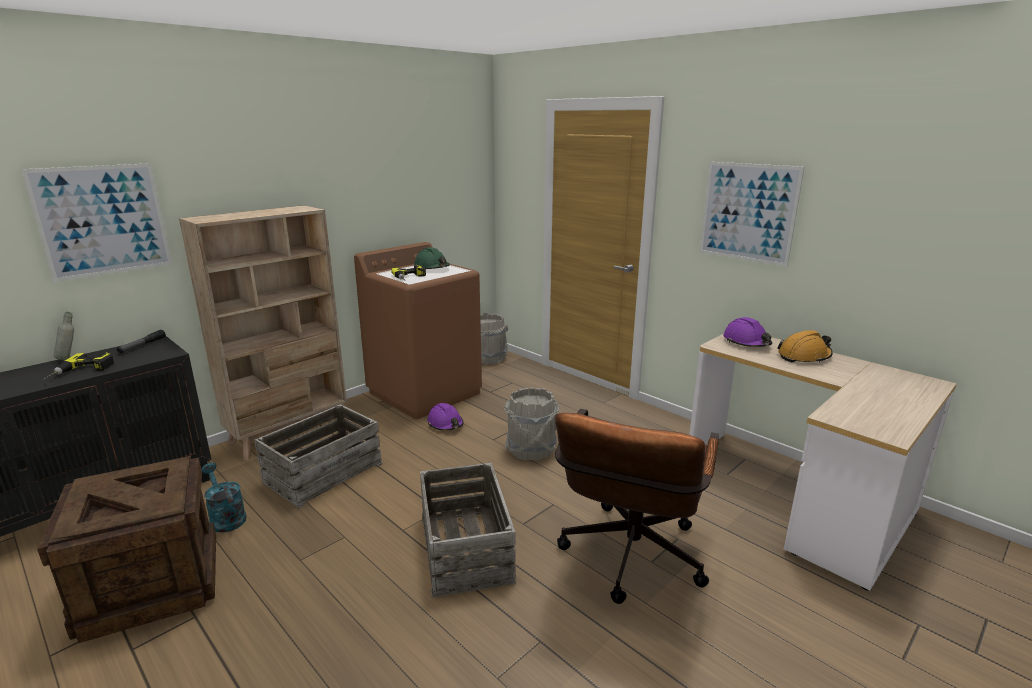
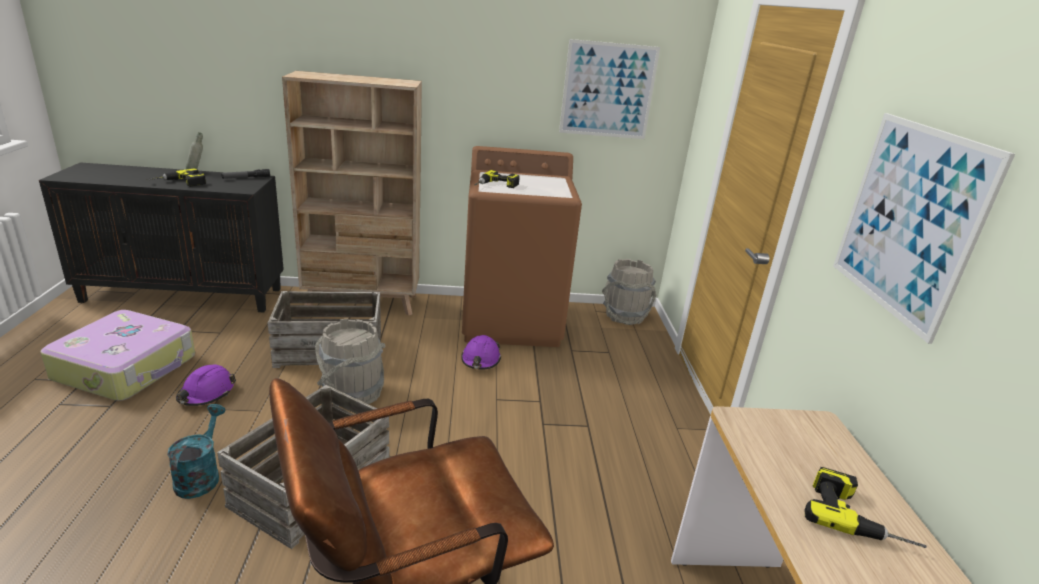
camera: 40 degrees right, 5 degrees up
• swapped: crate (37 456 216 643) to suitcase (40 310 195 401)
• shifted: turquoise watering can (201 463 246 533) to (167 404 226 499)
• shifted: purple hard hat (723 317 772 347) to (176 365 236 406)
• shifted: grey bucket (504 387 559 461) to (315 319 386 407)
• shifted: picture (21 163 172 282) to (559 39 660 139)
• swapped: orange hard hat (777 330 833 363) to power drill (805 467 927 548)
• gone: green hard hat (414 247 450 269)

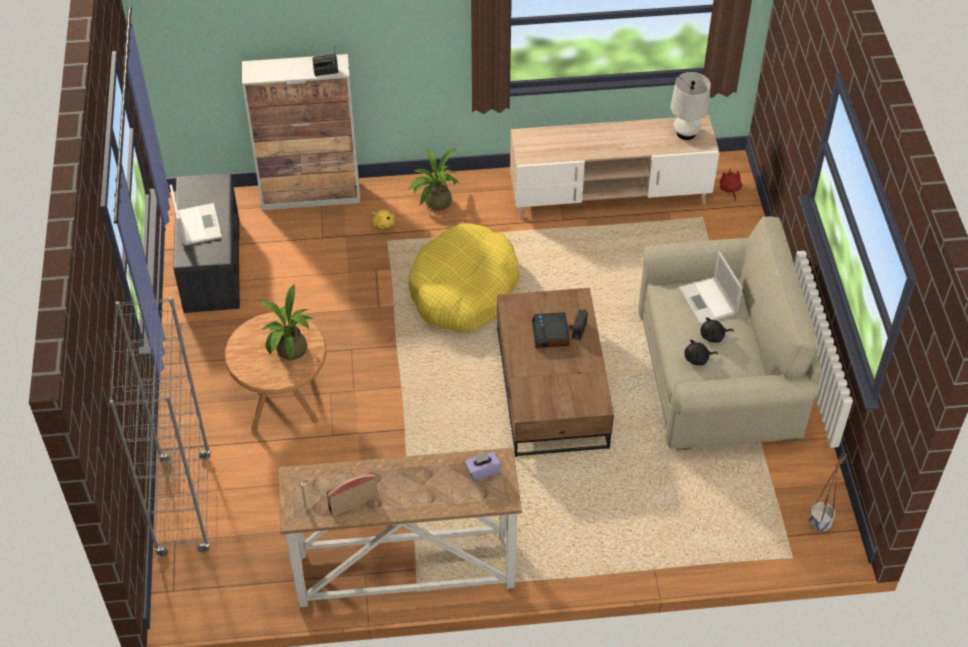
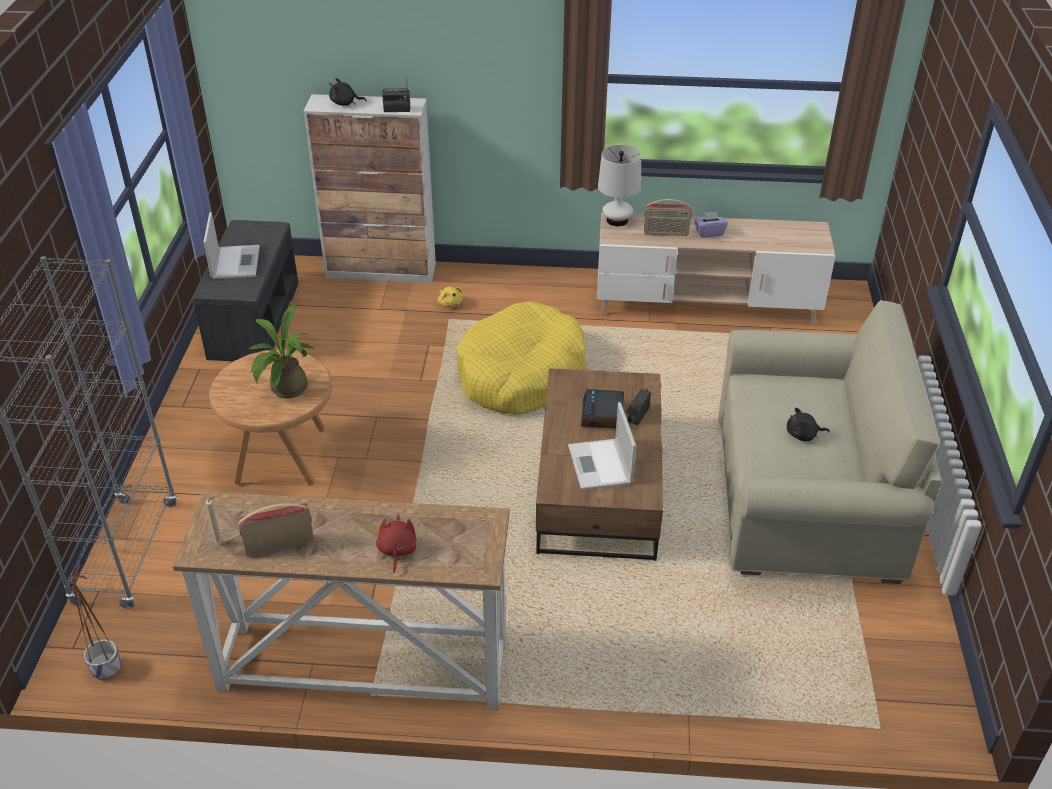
camera: 10 degrees right, 10 degrees down
• shifted: planter (809 453 848 532) to (71 563 121 681)
• shifted: black plush toy (684 340 718 365) to (329 78 367 106)
• shifted: red plush toy (720 169 742 201) to (376 514 416 573)
• shifted: laptop (679 251 743 325) to (568 402 636 490)
• shifted: white table lamp (671 72 711 140) to (598 145 641 226)
• new: radio (644 199 692 236)
• shifted: purple tissue box (465 452 501 481) to (694 211 728 238)
• gone: potted plant (407 148 460 211)

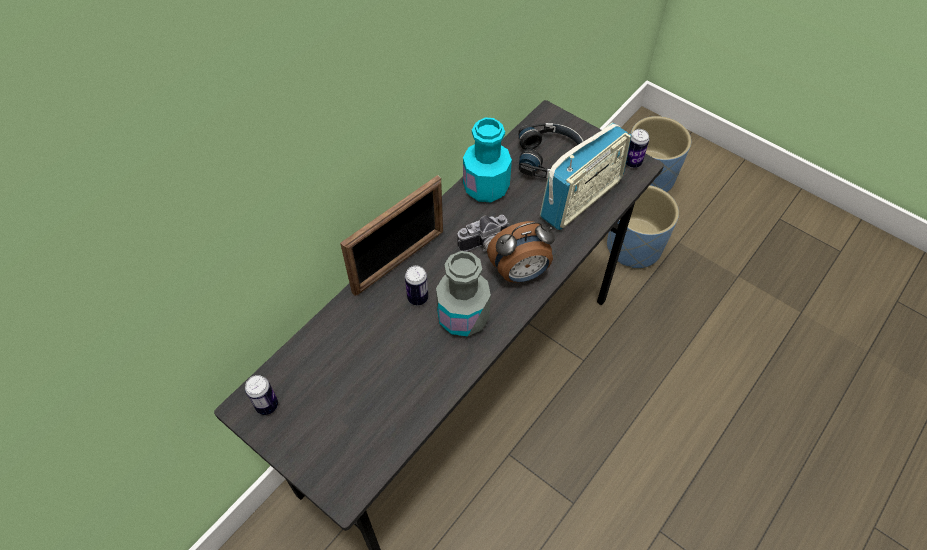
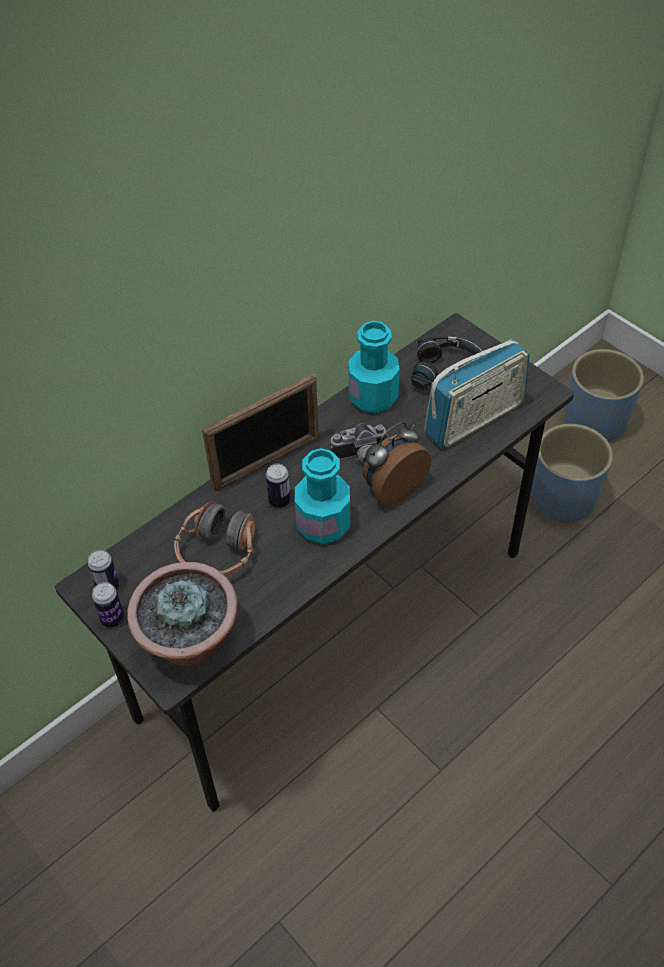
camera: 10 degrees right, 5 degrees down
• shifted: can (626 129 649 168) to (92 582 124 628)
• new: potted plant (127 562 238 666)
• new: headphones (174 501 255 577)
• repainted: grey bottle (436 251 491 337) to turquoise bottle (295 448 350 544)
• rotated: alarm clock (487 221 555 282) = (363 422 431 505) 150 degrees clockwise

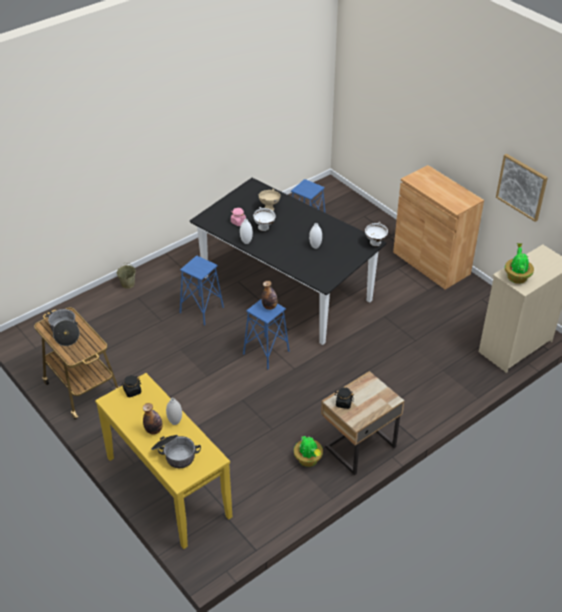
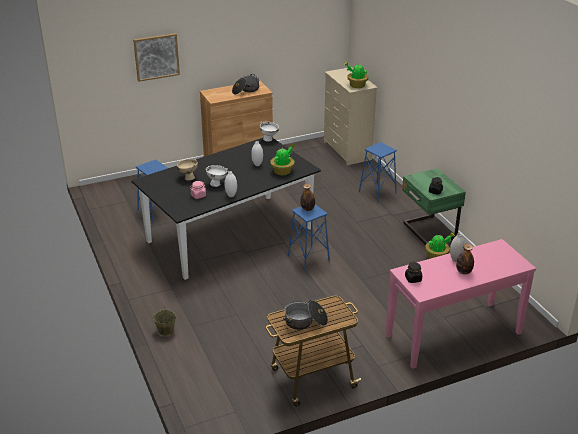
camera: 75 degrees left, 10 degrees down
• shifted: picture (496 154 548 222) to (133 33 180 82)
• shifted: cooking pot (151 435 201 468) to (232 74 260 95)
• new: potted plant (270 143 296 175)
• shifted: blue stool (180 255 224 325) to (359 142 397 203)
• repainted: yellow console table (95 373 232 549) to pink console table (385 239 536 369)
• repainted: beige nightstand (321 371 404 475) to green nightstand (402 168 466 245)

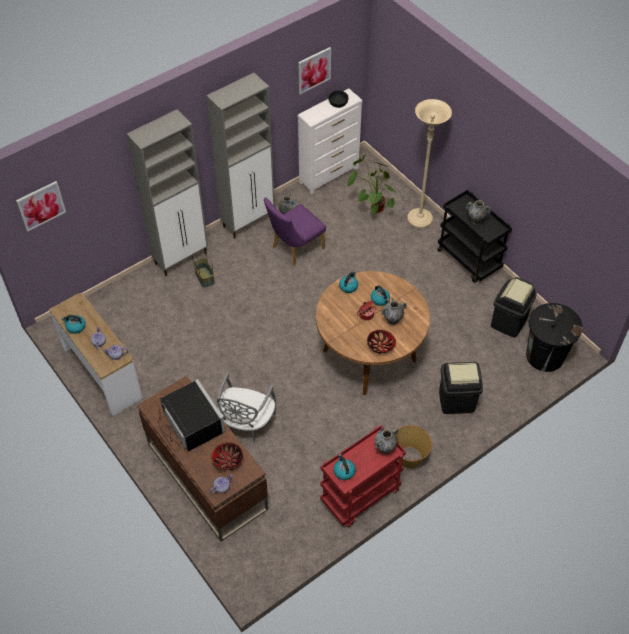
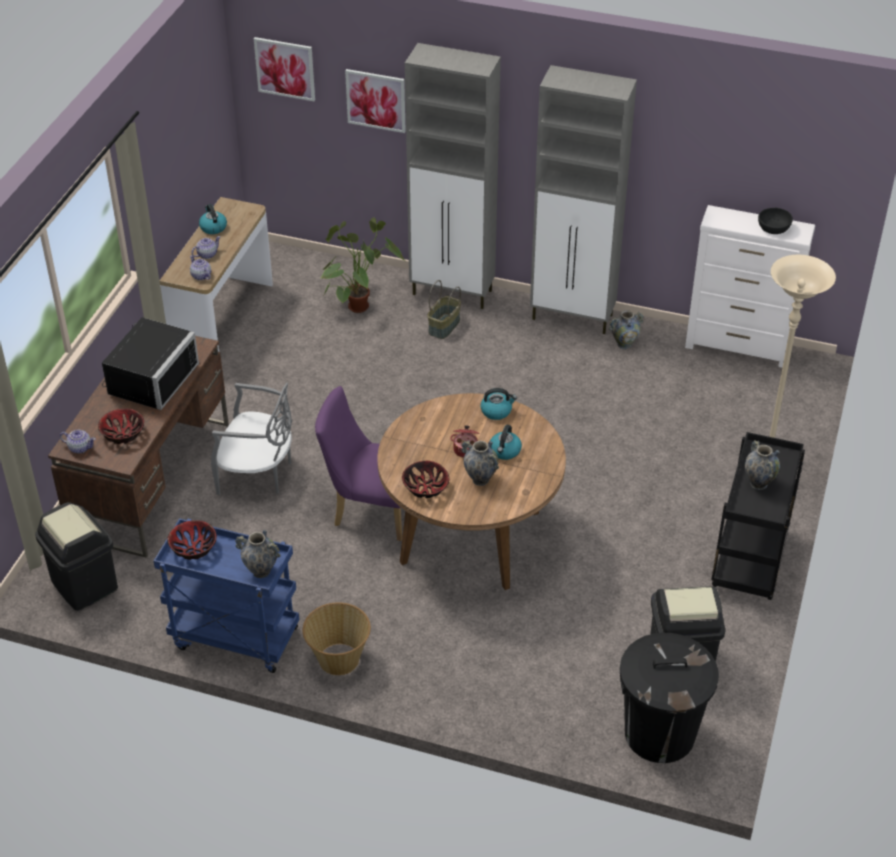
camera: 55 degrees right, 10 degrees down
• shifted: black trash can (439 362 483 414) to (35 502 118 611)
• repainted: red cart (320 425 406 527) to blue cart (154 518 299 673)
• swapped: kettle (333 454 355 480) to bowl (167 520 217 560)
• rotated: grey chair (217 373 276 443) = (211 383 292 495) 150 degrees counterclockwise
• shifted: purple chair (264 197 326 267) to (315 386 402 541)
• shifted: potted plant (348 155 396 214) to (321 218 405 313)
• shifted: picture (298 47 331 94) to (345 69 406 133)

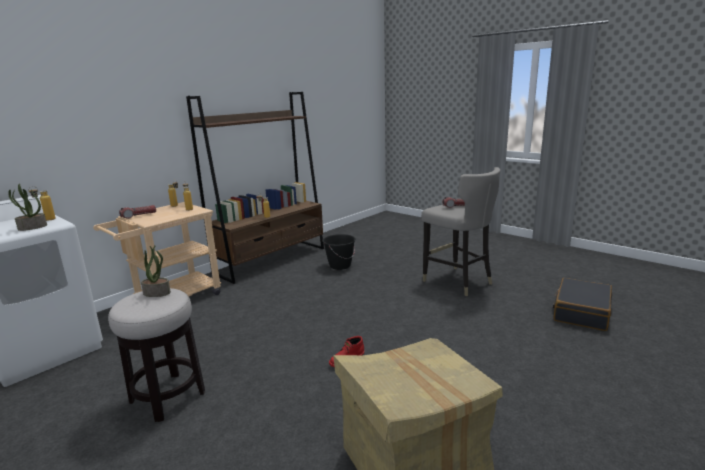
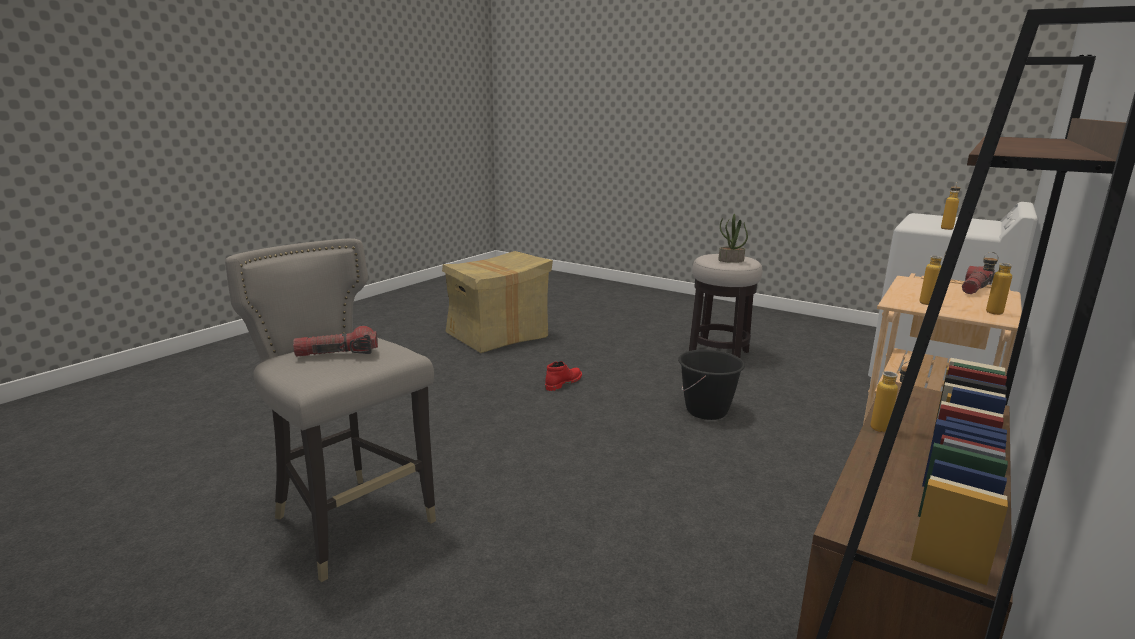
camera: 170 degrees right, 0 degrees up
• shifted: black bucket (322 234 356 270) to (678 349 745 420)
• gone: potted plant (8 184 47 231)
• gone: black suitcase (553 278 612 331)

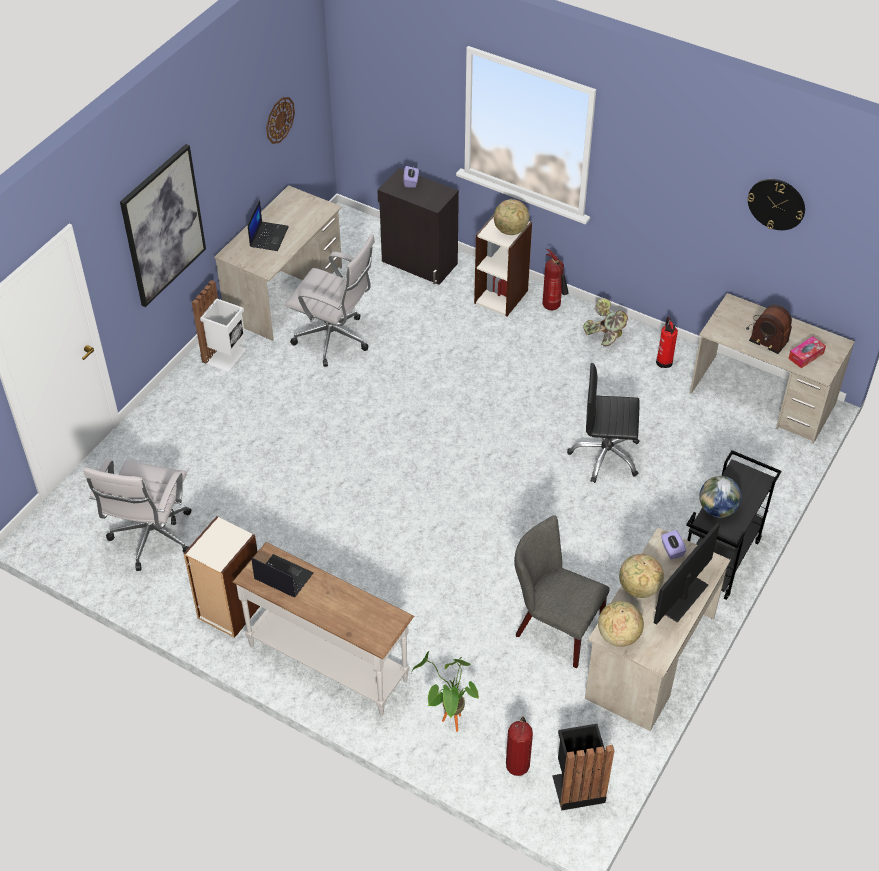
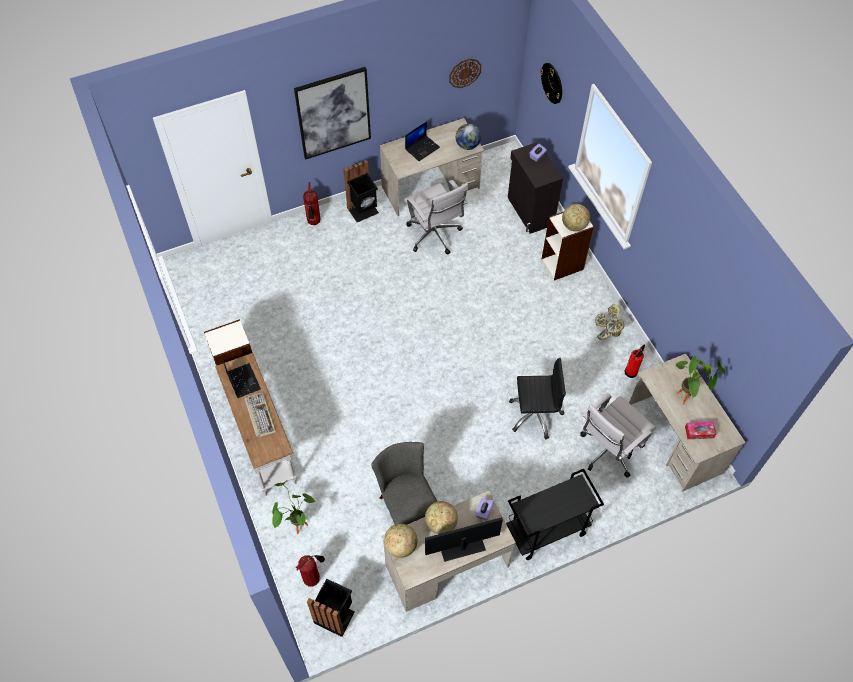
camera: 35 degrees right, 10 degrees up
• new: keyboard (244 392 276 437)
• shifted: fire extinguisher (542 249 569 311) to (303 182 321 225)
• repainted: white trash can (192 280 246 372) to black trash can (343 160 379 222)
• shifted: globe (699 476 742 518) to (456 124 481 150)
• rotated: black office chair (567 363 639 483) = (509 358 566 440) 135 degrees clockwise
• shifted: wall clock (747 179 805 230) to (540 63 562 104)
• shifted: white office chair (83 459 192 571) to (580 393 656 478)
• swapped: radio (746 305 792 354) to potted plant (675 356 725 404)

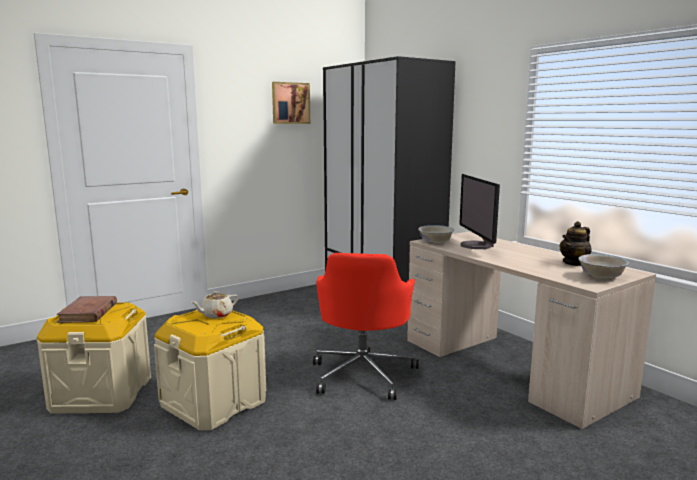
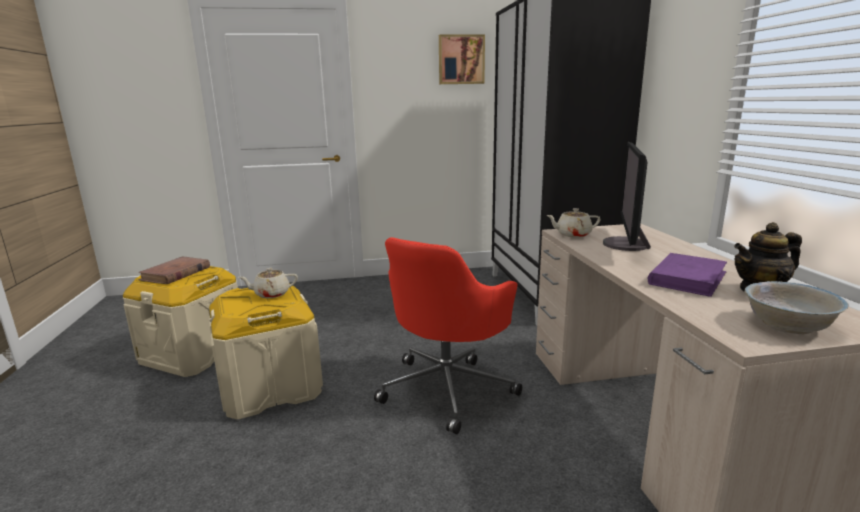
camera: 25 degrees right, 5 degrees up
• swapped: white bowl (418 225 454 245) to beige teapot (547 208 601 238)
• new: purple book (648 253 727 297)

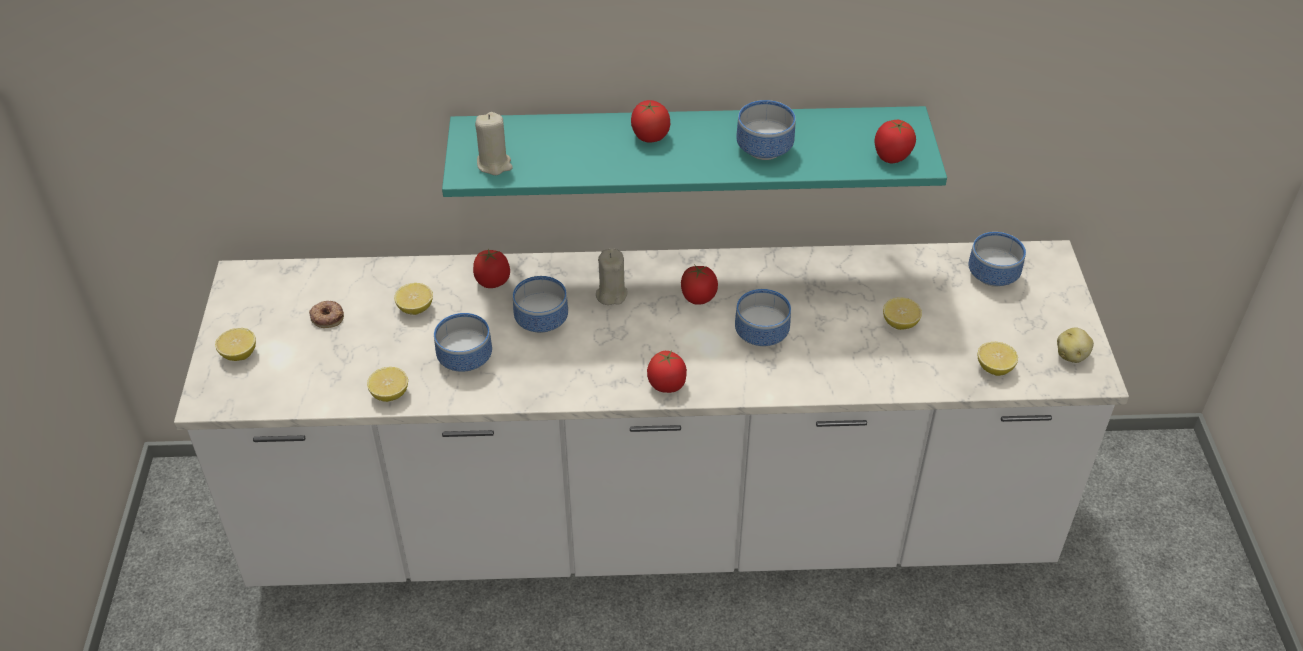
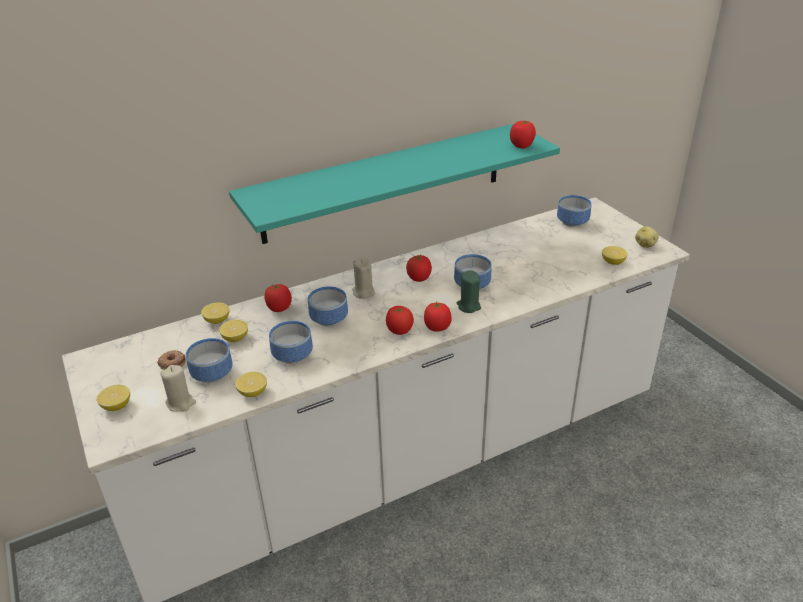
camera: 25 degrees left, 10 degrees down
• shifted: beige candle (475 112 513 175) to (160 365 196 412)
• shifted: bowl (736 100 796 160) to (186 338 232 383)
• shifted: lemon (883 297 922 330) to (201 302 229 324)
• shifted: tomato (631 100 670 143) to (386 306 414 335)
• new: green candle (457 270 481 313)

